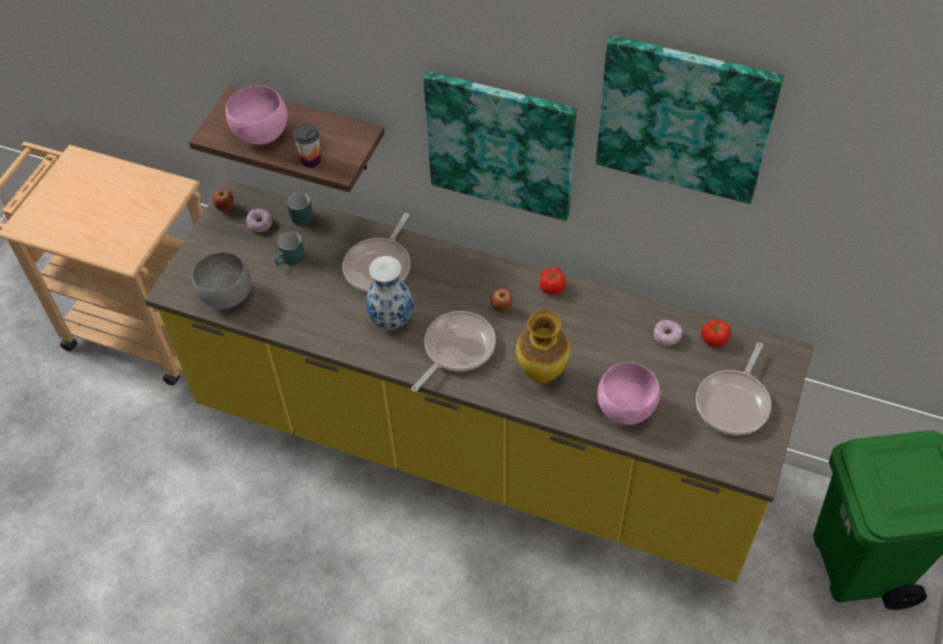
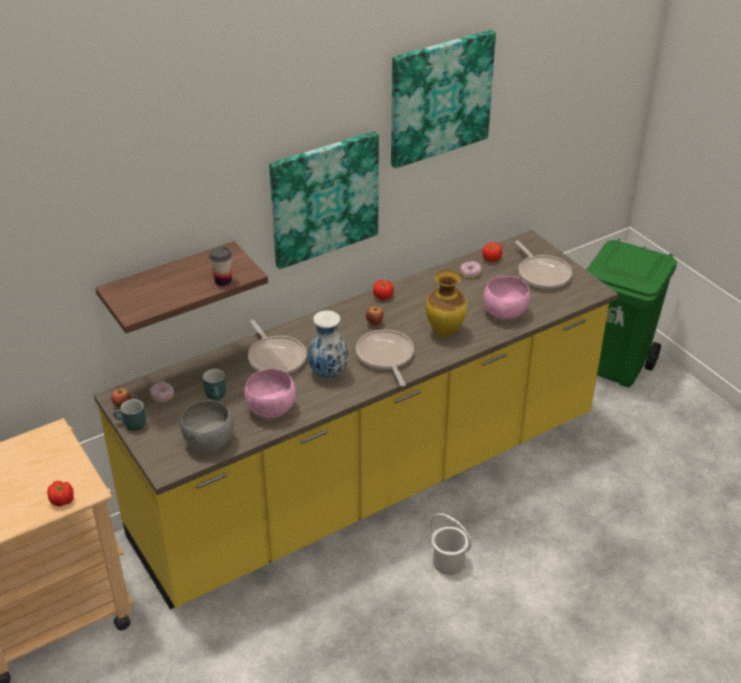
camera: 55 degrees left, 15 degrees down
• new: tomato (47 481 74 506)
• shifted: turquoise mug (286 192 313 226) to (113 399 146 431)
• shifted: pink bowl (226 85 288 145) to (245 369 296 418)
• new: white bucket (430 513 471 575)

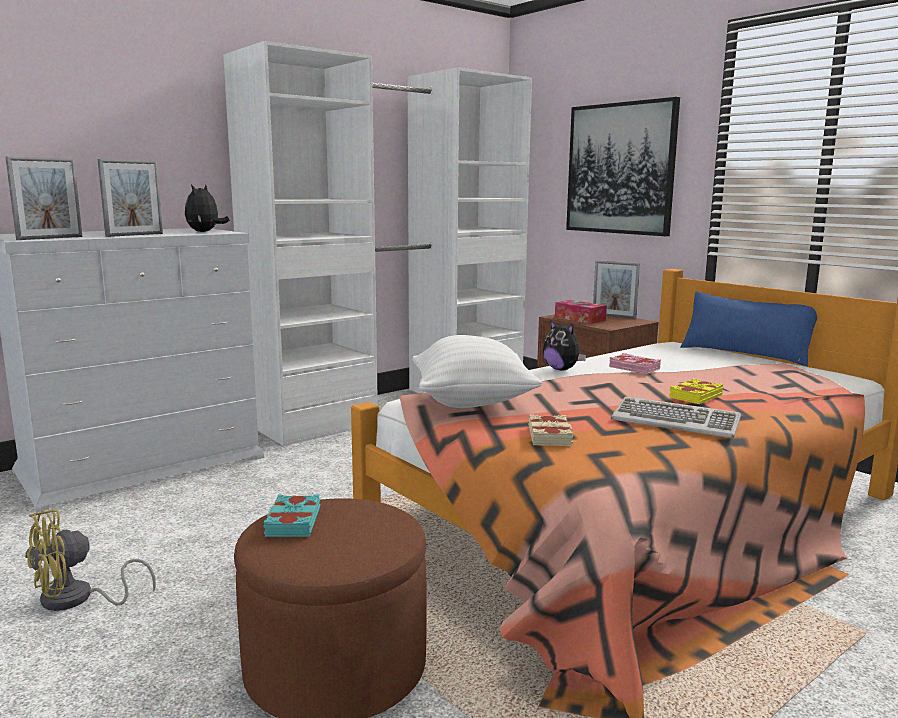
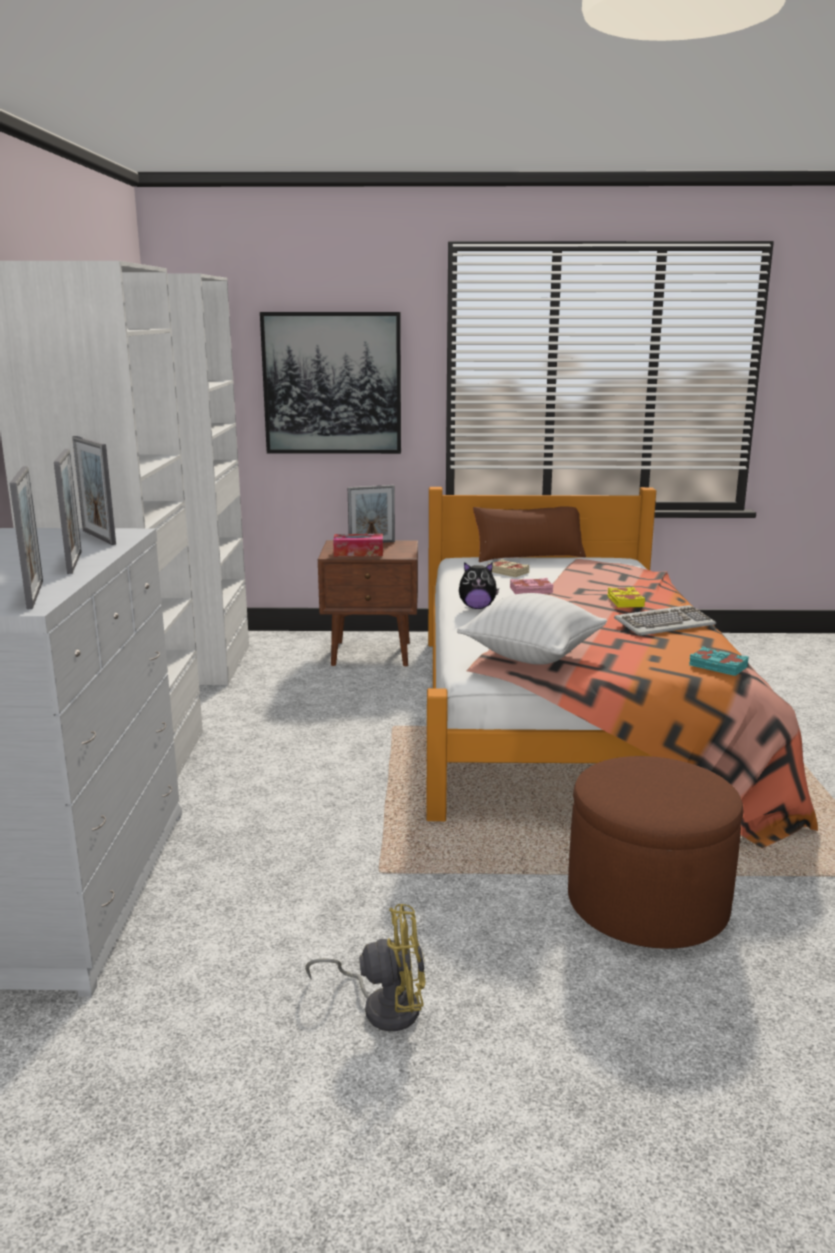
camera: 50 degrees left, 5 degrees up
• swapped: plush toy (185 185 229 232) to picture frame (72 436 116 545)
• rotated: yellow fan (25 510 156 611) = (305 904 425 1031) 90 degrees counterclockwise
• repainted: blue pillow (680 292 817 366) to brown pillow (473 506 586 562)
• shifted: beige book (528 414 573 446) to (488 559 529 577)
• shifted: turquoise book (264 495 320 537) to (689 646 749 676)

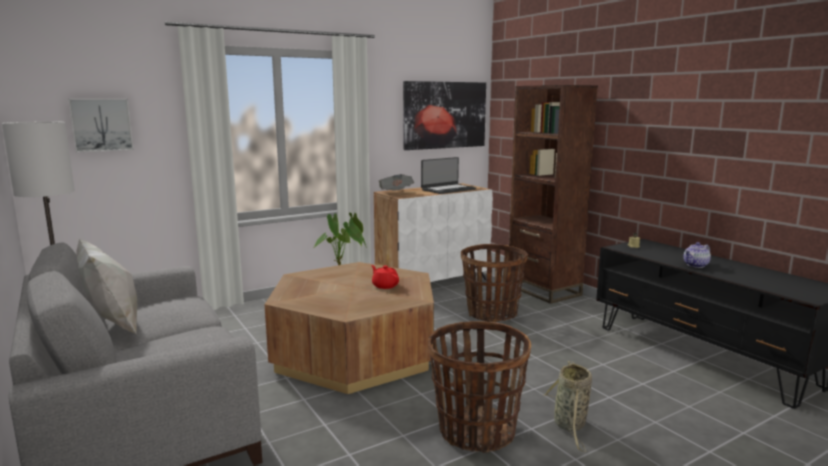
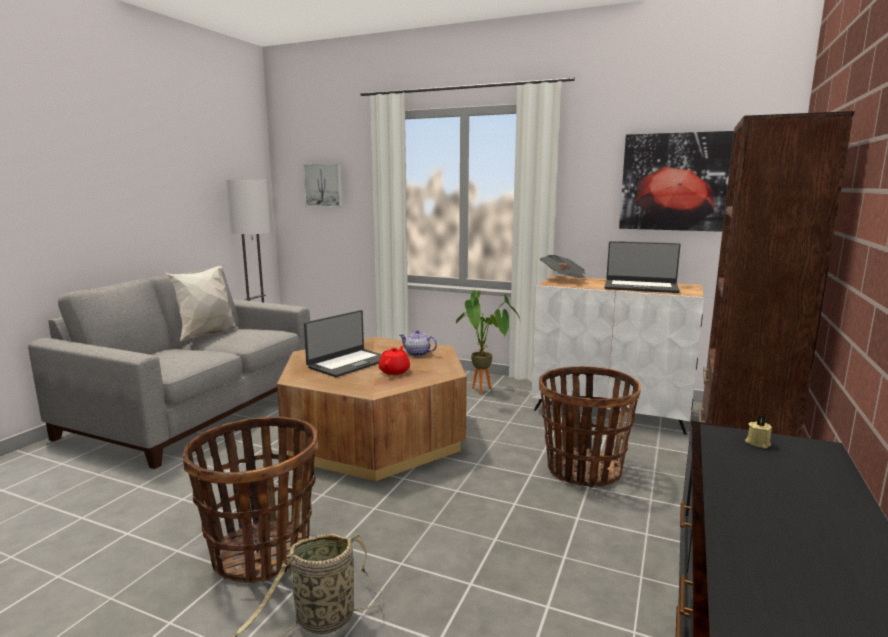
camera: 55 degrees right, 0 degrees up
• new: laptop (304 310 382 377)
• shifted: teapot (684 242 711 268) to (400 330 437 357)

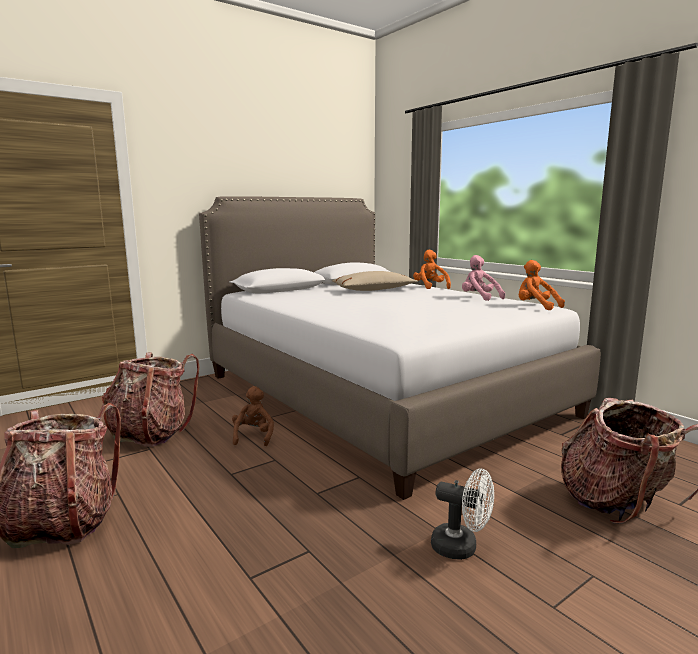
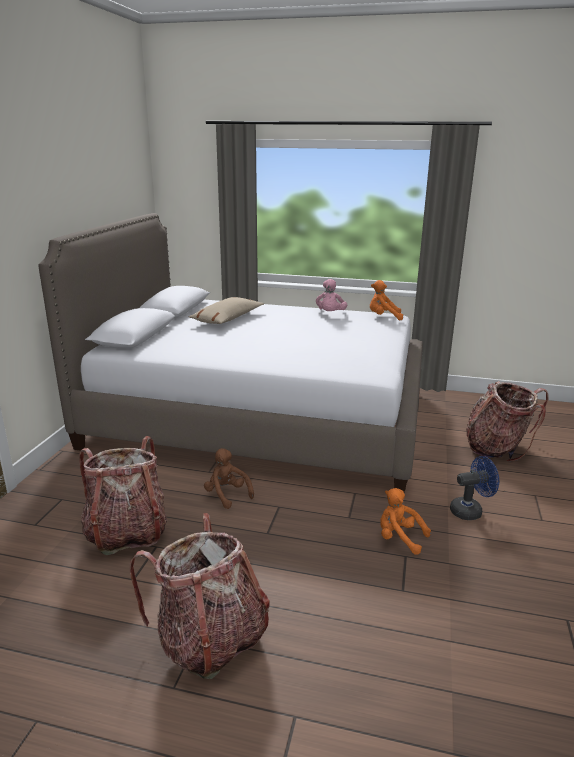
camera: 40 degrees left, 10 degrees up
• rotated: pink plush toy (462 255 505 301) = (316 279 347 311) 90 degrees counterclockwise
• shifted: orange plush toy (413 250 451 289) to (380 488 431 555)
• repainted: white fan (431 469 494 560) to blue fan (450 456 499 520)

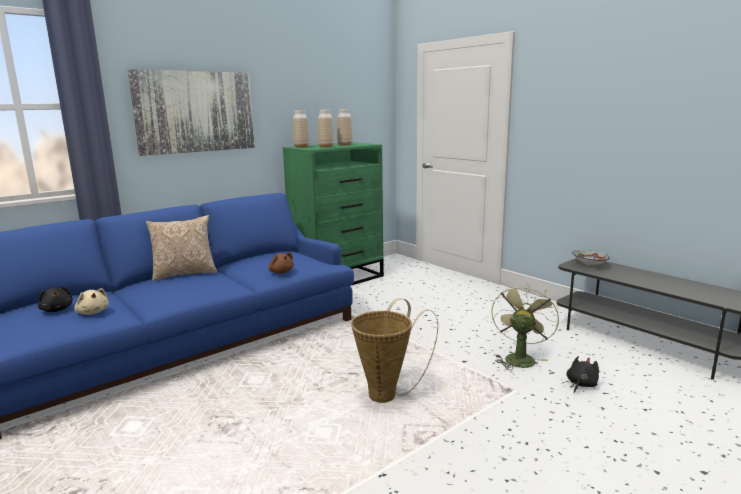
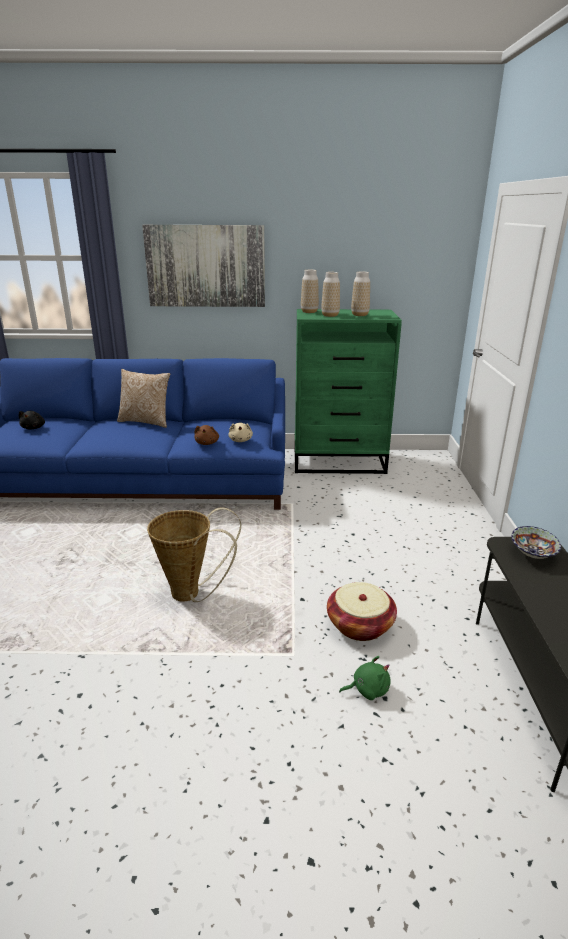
camera: 40 degrees right, 10 degrees up
• shifted: beige plush toy (74 288 109 315) to (228 423 253 442)
• swapped: green fan (491 284 559 370) to basket (327 582 397 641)
• repainted: black plush toy (567 356 599 393) to green plush toy (339 656 390 700)

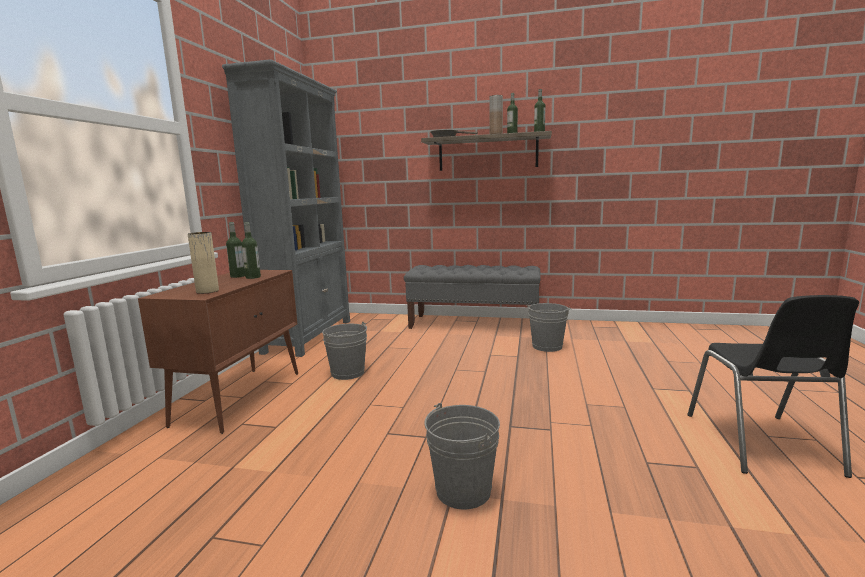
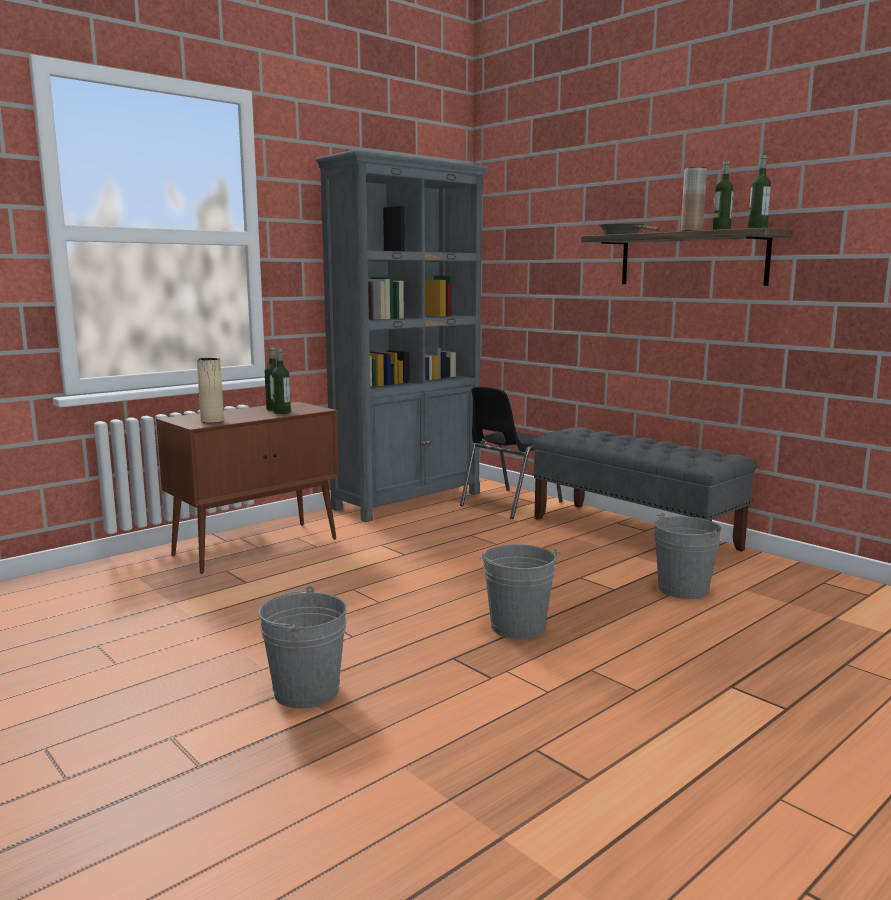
camera: 35 degrees right, 0 degrees up
• shifted: black chair (688 295 859 478) to (460 387 563 519)
• shifted: grey bucket (322 322 367 380) to (480 544 561 639)

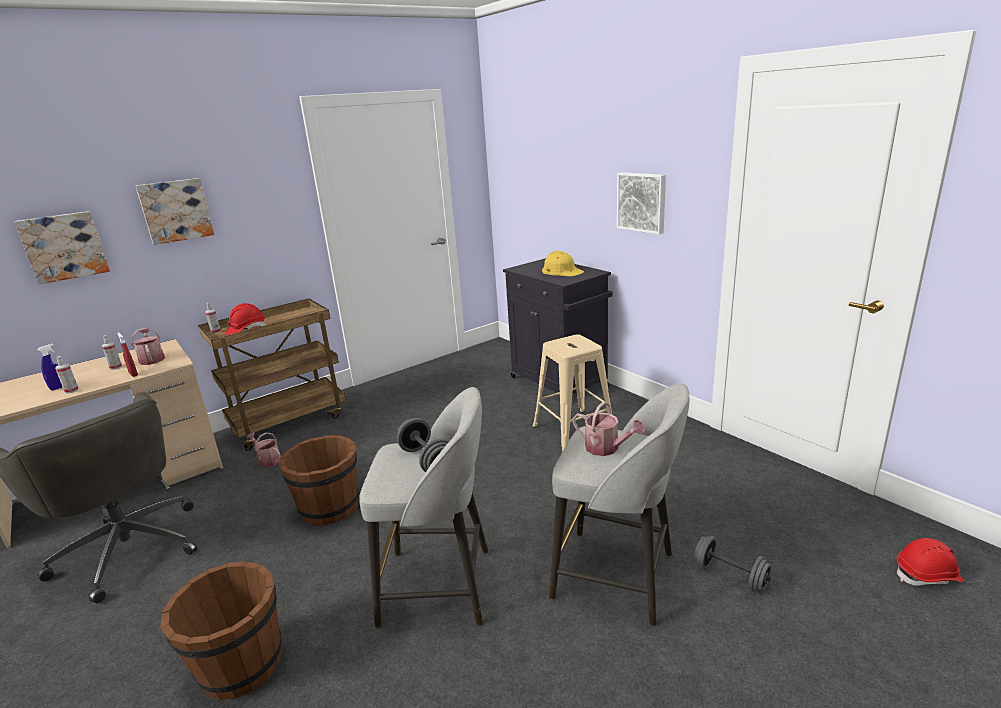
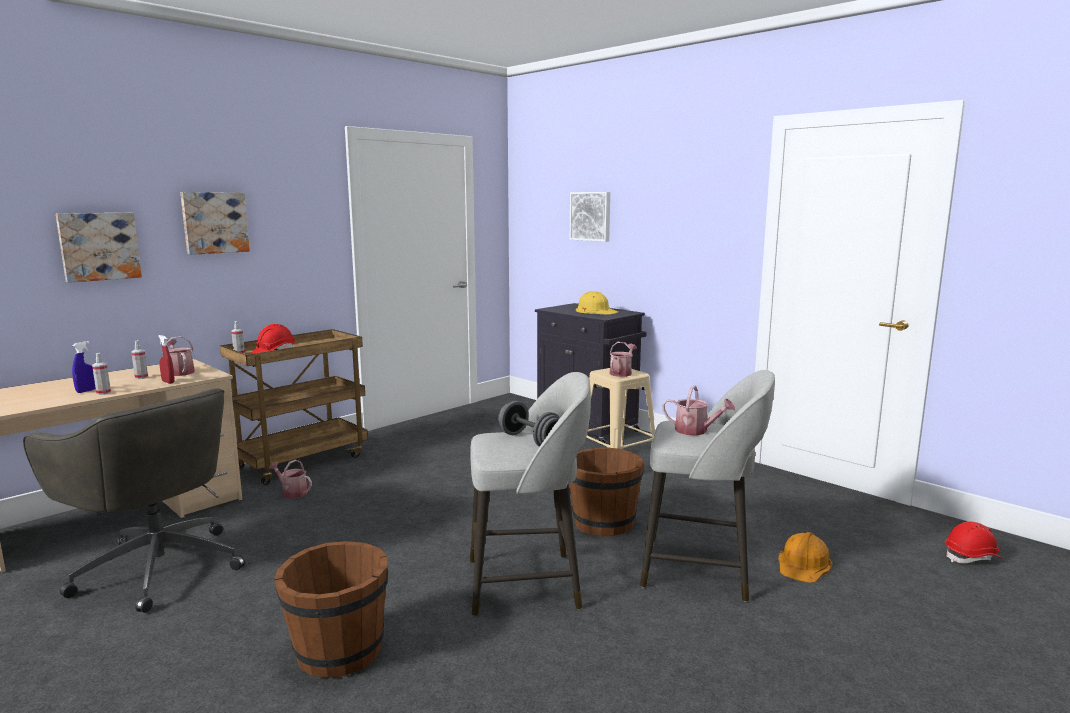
camera: 10 degrees left, 10 degrees down
• shifted: brown bucket (279 435 358 526) to (569 447 644 537)
• shifted: picture (617 172 666 234) to (570 192 610 242)
• new: watering can (609 342 637 377)
• swapped: grey dumbbell (694 536 772 591) to orange hard hat (778 532 833 583)

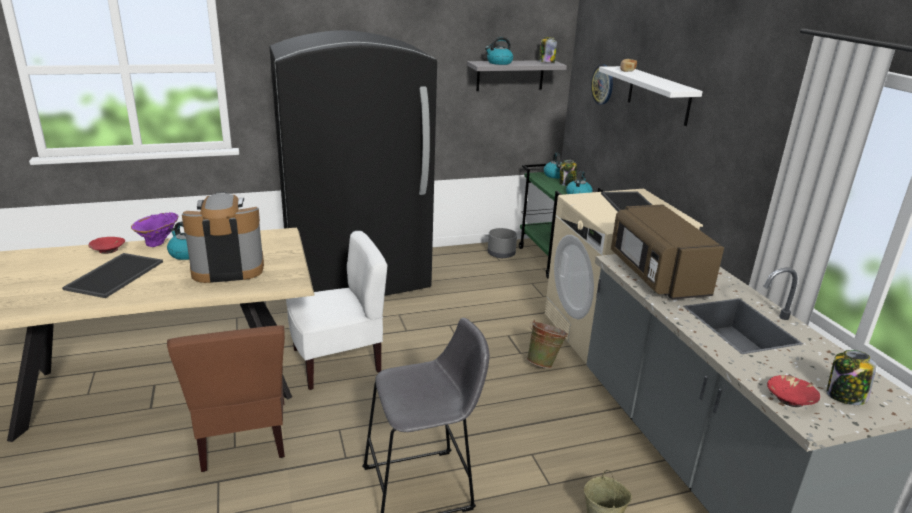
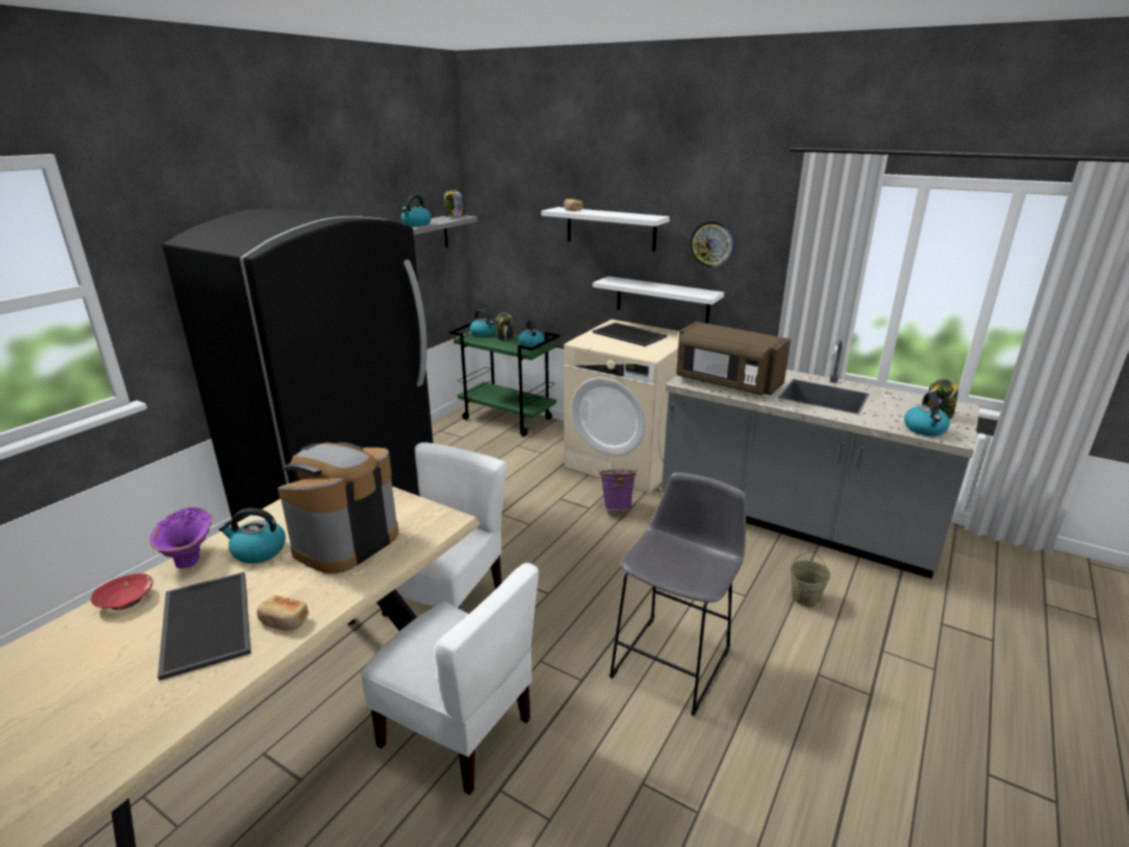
camera: 40 degrees left, 0 degrees up
• new: bread (257 595 309 630)
• repainted: brown chair (167 325 285 472) to white chair (360 563 539 795)
• new: white shelf (593 276 724 324)
• repainted: green bucket (527 319 568 368) to purple bucket (598 469 638 510)
• shifted: wall clock (591 65 613 104) to (690 220 735 268)
• swapped: red bowl (767 375 820 407) to kettle (904 392 950 436)
• gone: grey planter (488 228 517 258)

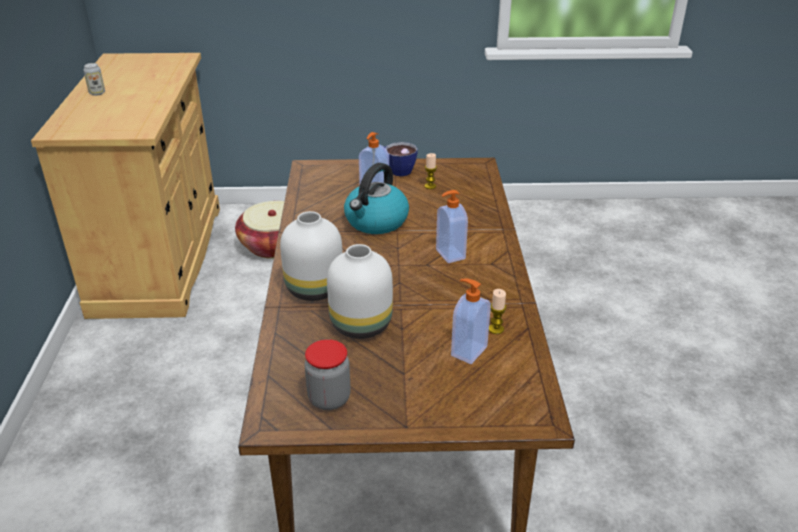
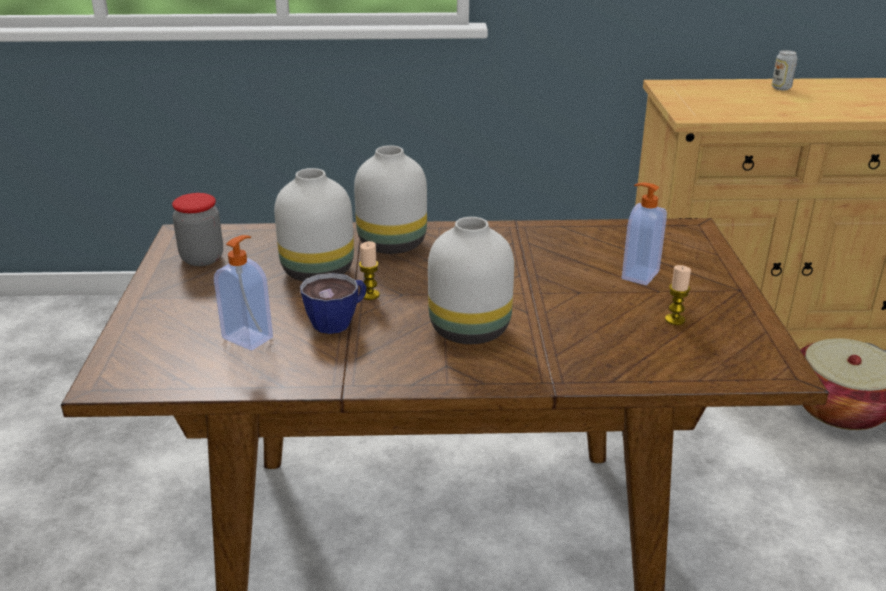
camera: 90 degrees right, 5 degrees down
• shifted: cup (385 142 418 176) to (300 273 366 334)
• shifted: candle (489 289 506 334) to (359 241 380 300)
• swapped: soap dispenser (436 190 468 263) to white vase (428 217 514 344)
• gone: kettle (344 163 409 234)

